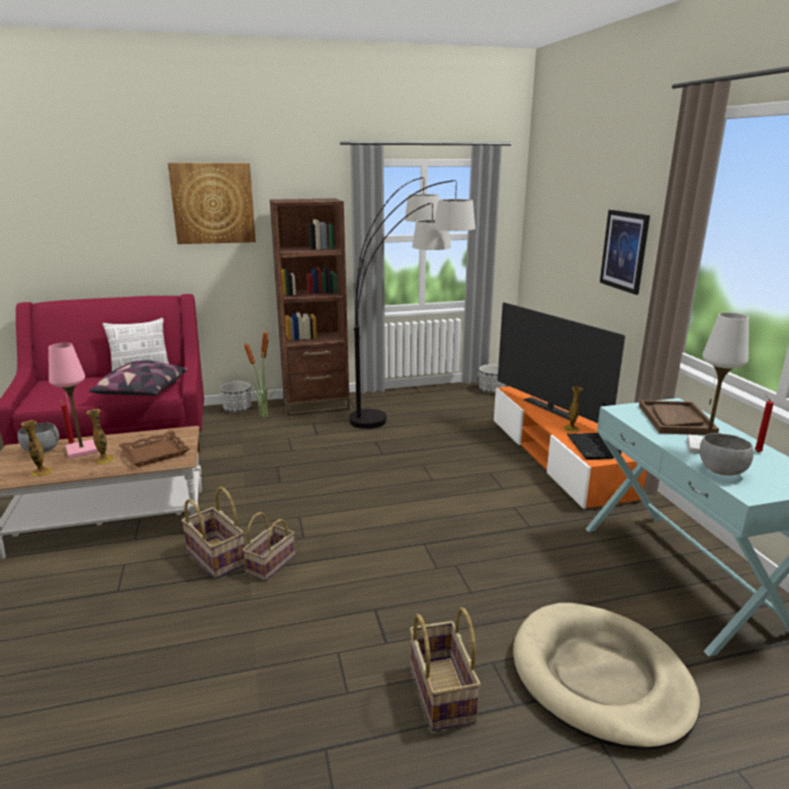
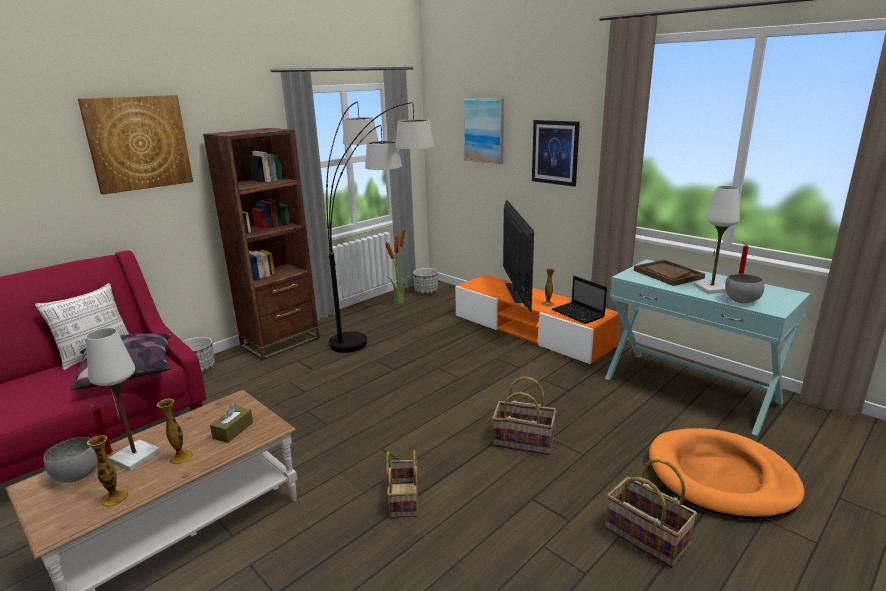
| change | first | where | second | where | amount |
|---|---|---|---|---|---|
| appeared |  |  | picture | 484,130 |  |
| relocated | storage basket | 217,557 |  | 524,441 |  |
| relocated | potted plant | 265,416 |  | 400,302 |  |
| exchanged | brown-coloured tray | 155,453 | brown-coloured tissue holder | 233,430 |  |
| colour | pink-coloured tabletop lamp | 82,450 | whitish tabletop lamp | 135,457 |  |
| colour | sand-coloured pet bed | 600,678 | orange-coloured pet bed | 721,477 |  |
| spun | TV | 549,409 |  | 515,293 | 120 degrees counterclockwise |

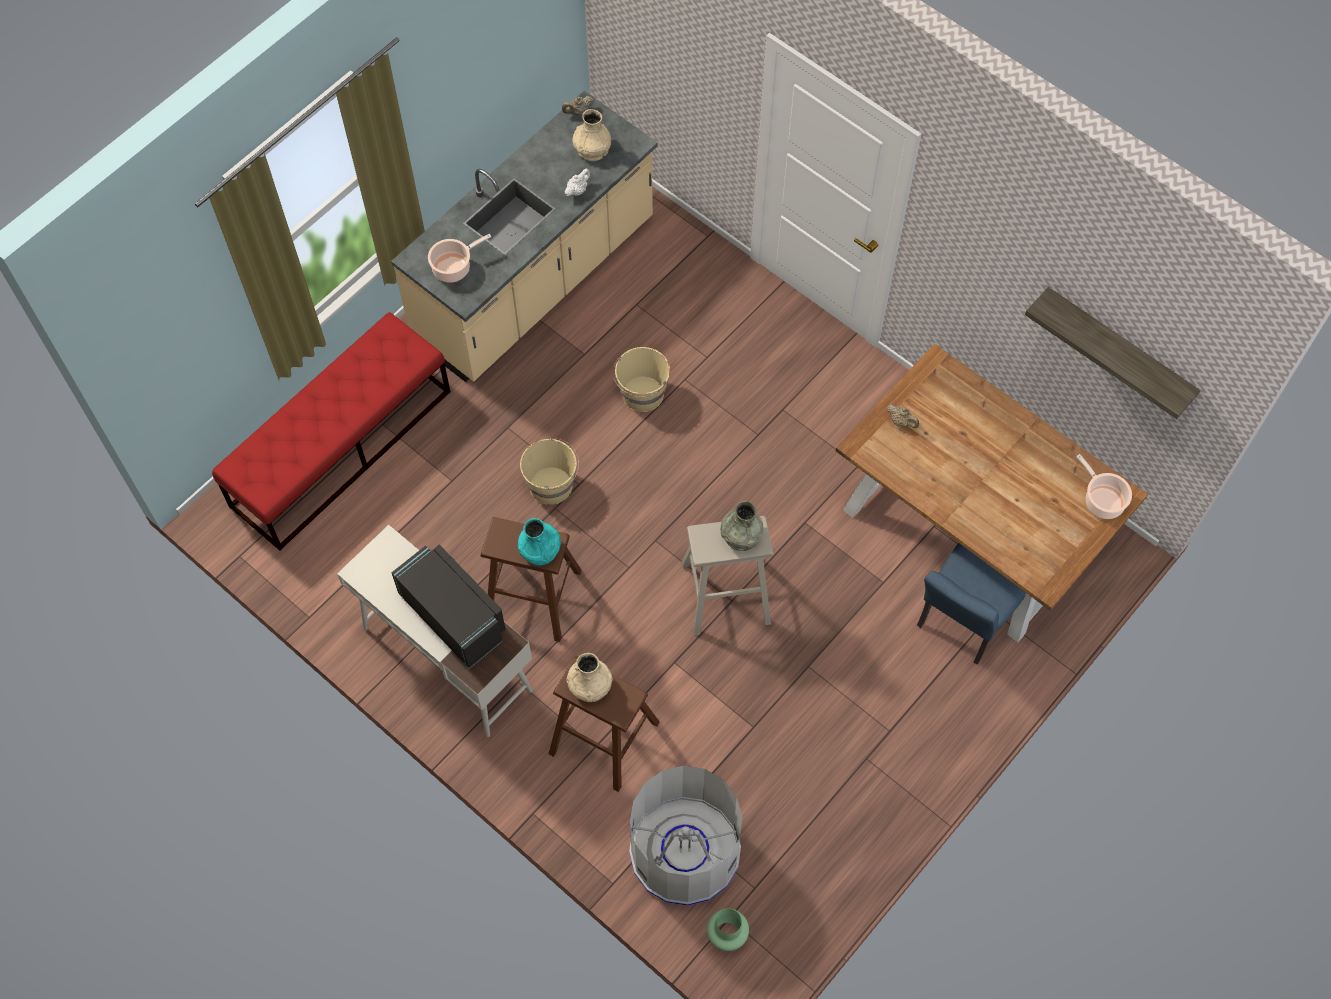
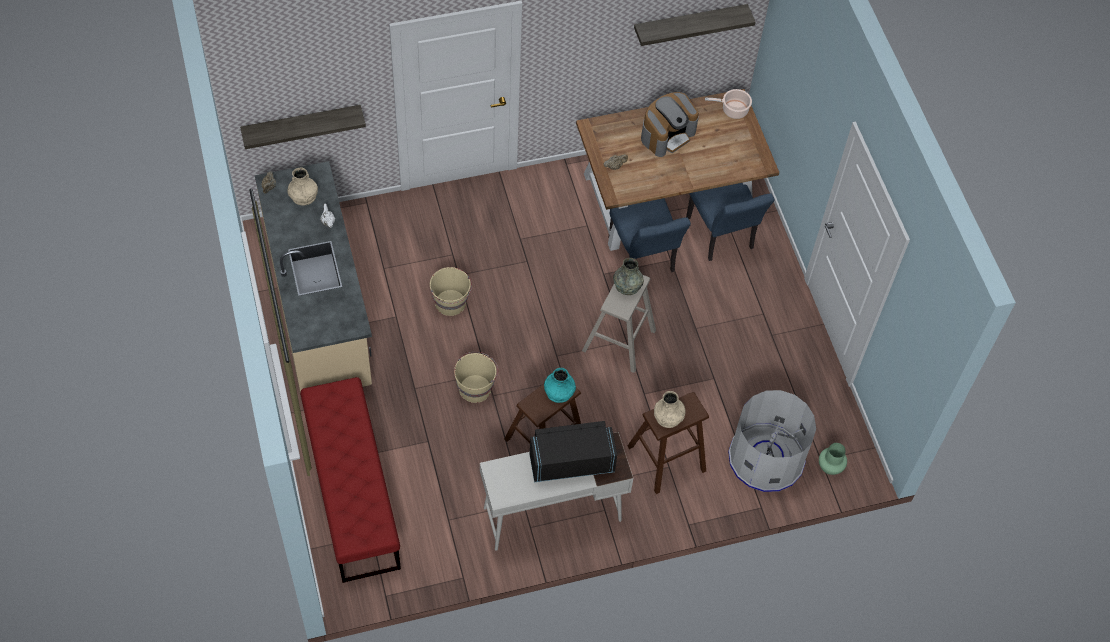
| change | first | where | second | where | amount |
|---|---|---|---|---|---|
| missing | stockpot | 454,267 |  |  |  |
| appeared |  |  | bracket shelf | 302,124 |  |
| appeared |  |  | blue upright chair | 643,259 |  |
| appeared |  |  | coffee maker | 667,134 |  |

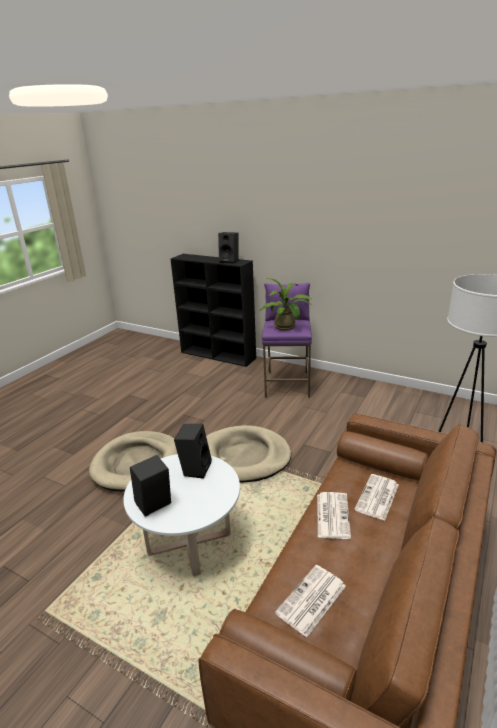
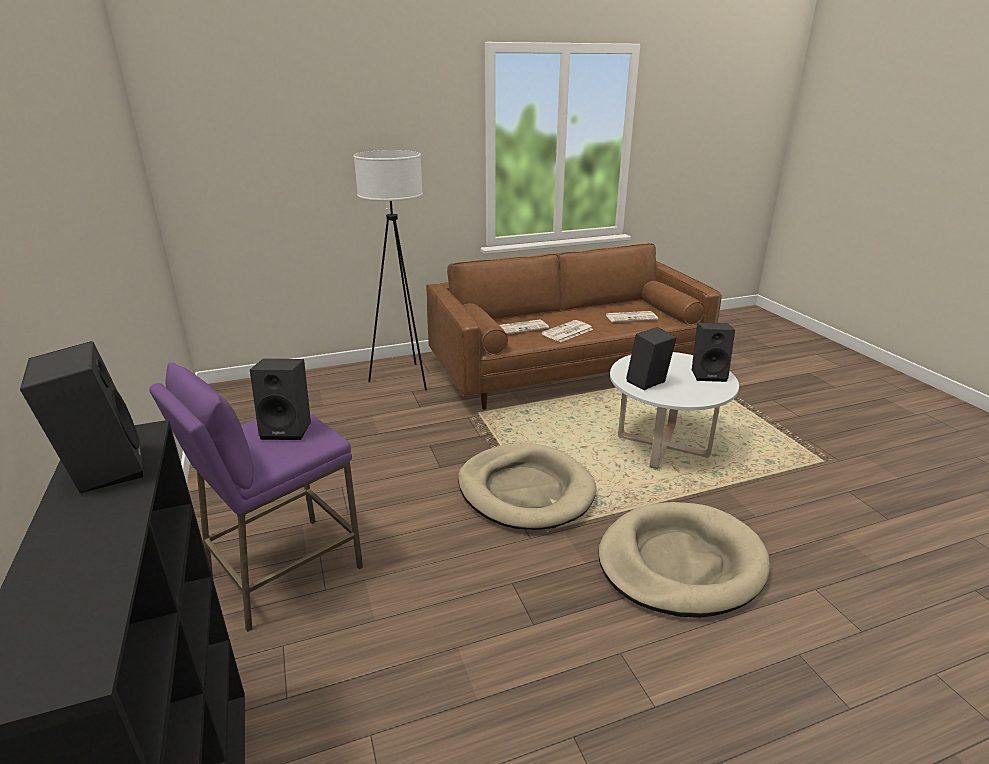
| change | first | where | second | where | amount |
|---|---|---|---|---|---|
| exchanged | potted plant | 287,327 | black loudspeaker | 289,429 |  |

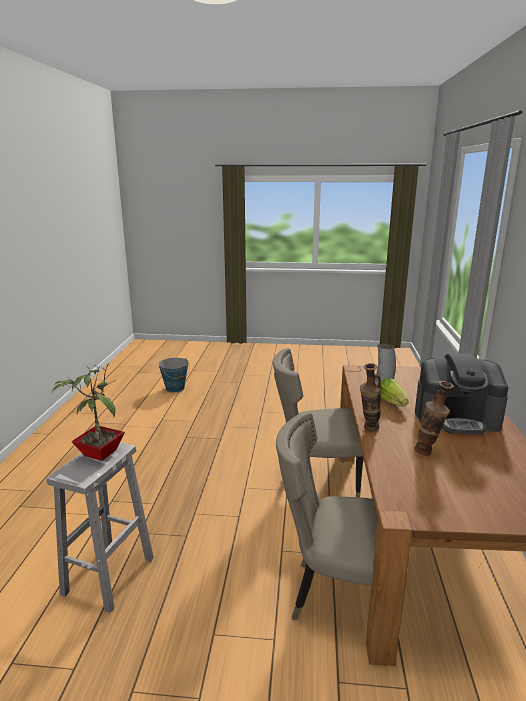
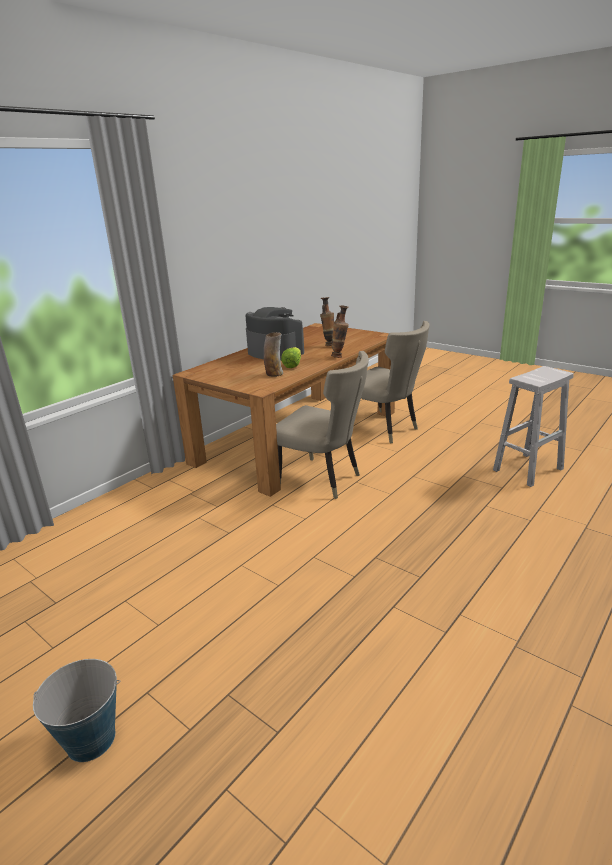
| change | first | where | second | where | amount |
|---|---|---|---|---|---|
| missing | potted plant | 99,453 |  |  |  |
| relocated | bucket | 175,388 |  | 90,739 |  |

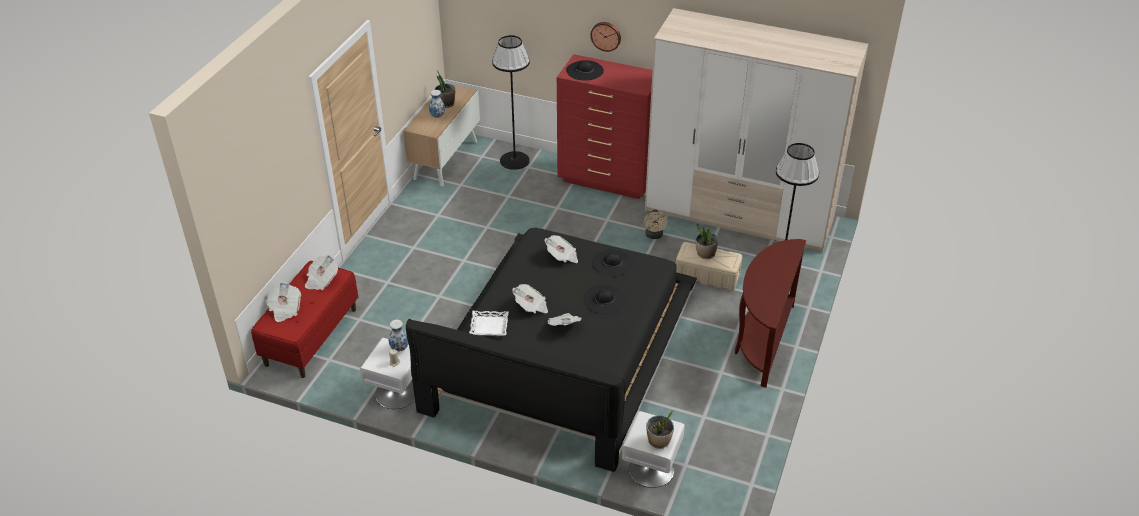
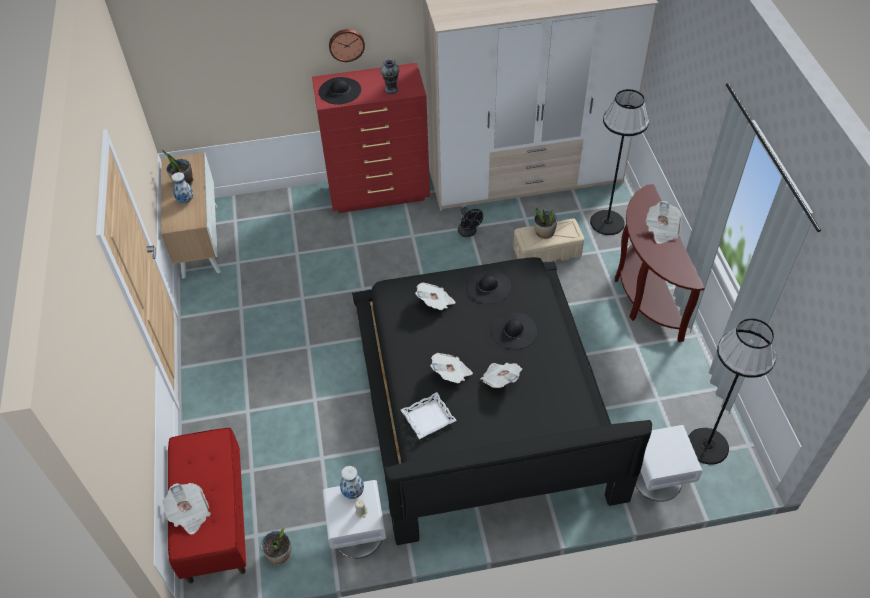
| change | first | where | second | where | amount |
|---|---|---|---|---|---|
| appeared |  |  | vase | 391,89 |  |
| relocated | daily paper | 321,280 |  | 662,230 |  |
| relocated | black floor lamp | 514,160 |  | 707,446 |  |
| relocated | potted plant | 659,441 |  | 279,554 |  |
| colour | sand-coloured fan | 654,236 | black fan | 469,233 |  |

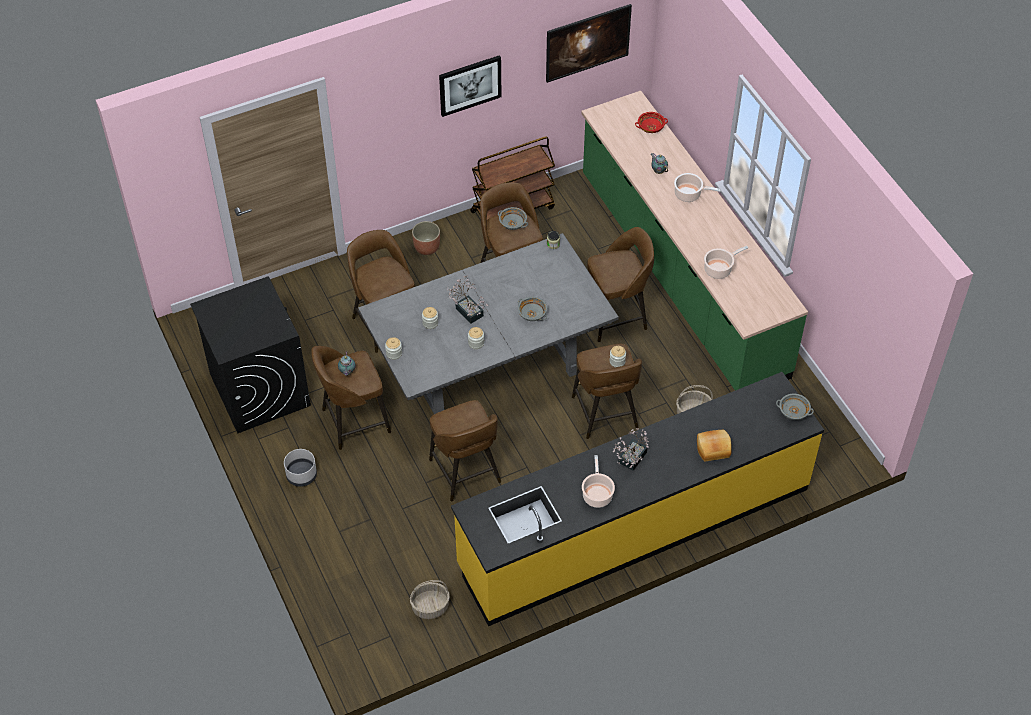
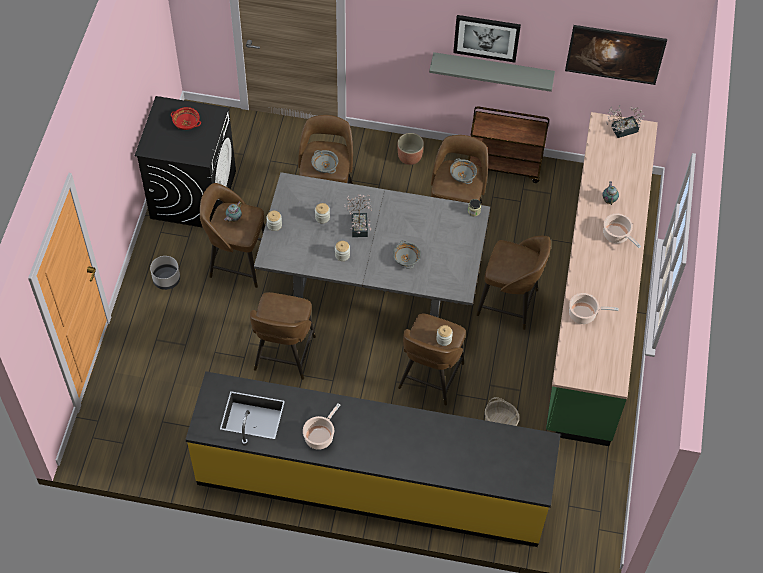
| change | first | where | second | where | amount |
|---|---|---|---|---|---|
| missing | storage basket | 430,606 |  |  |  |
| missing | bakery bread | 713,448 |  |  |  |
| appeared |  |  | gray bracket shelf | 492,70 |  |
| relocated | potted plant | 630,460 |  | 621,130 |  |
| relocated | red-coloured bowl | 651,127 |  | 186,123 |  |
| relocated | gray bowl | 793,412 |  | 324,166 |  |

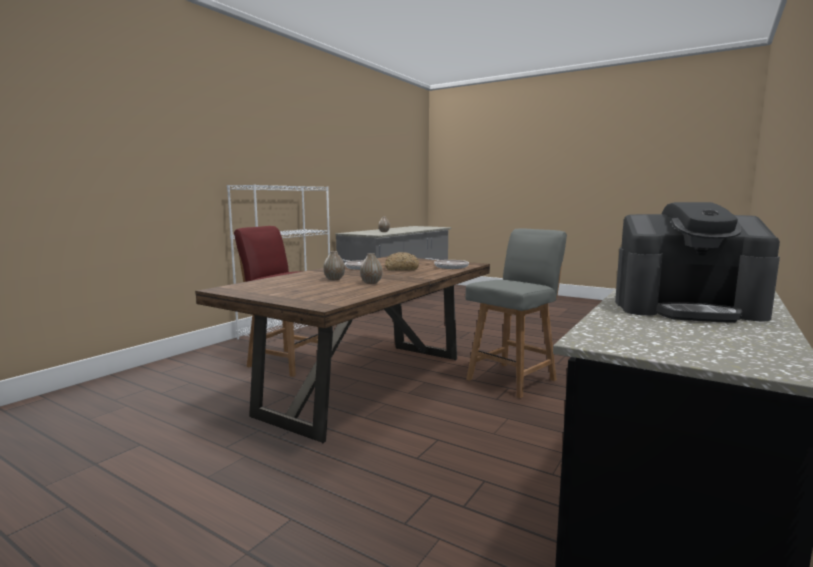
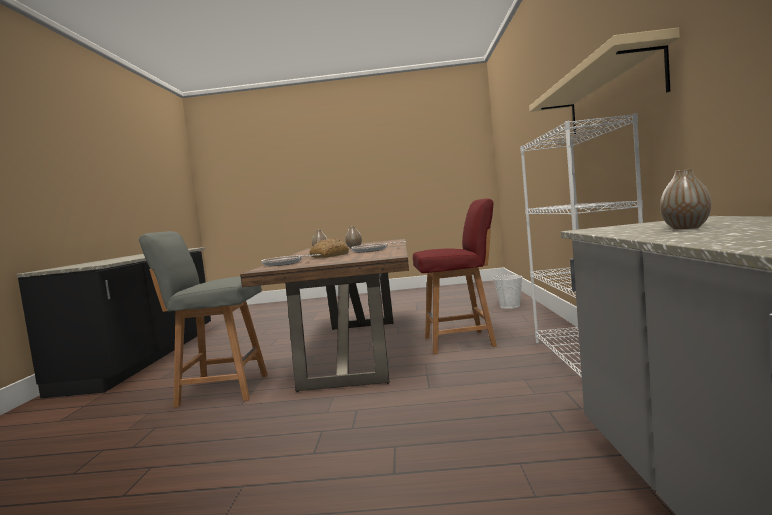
| change | first | where | second | where | amount |
|---|---|---|---|---|---|
| missing | coffee maker | 686,309 |  |  |  |
| appeared |  |  | whitish bucket | 510,306 |  |
| appeared |  |  | sand-coloured bracket shelf | 611,95 |  |
| spun | gray upright chair | 513,379 |  | 221,390 | 75 degrees clockwise |

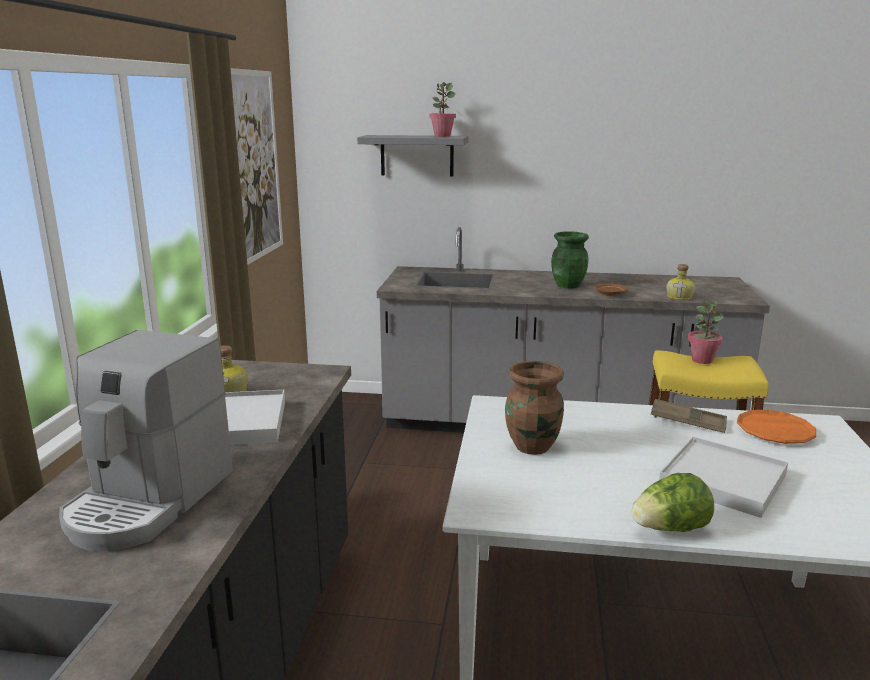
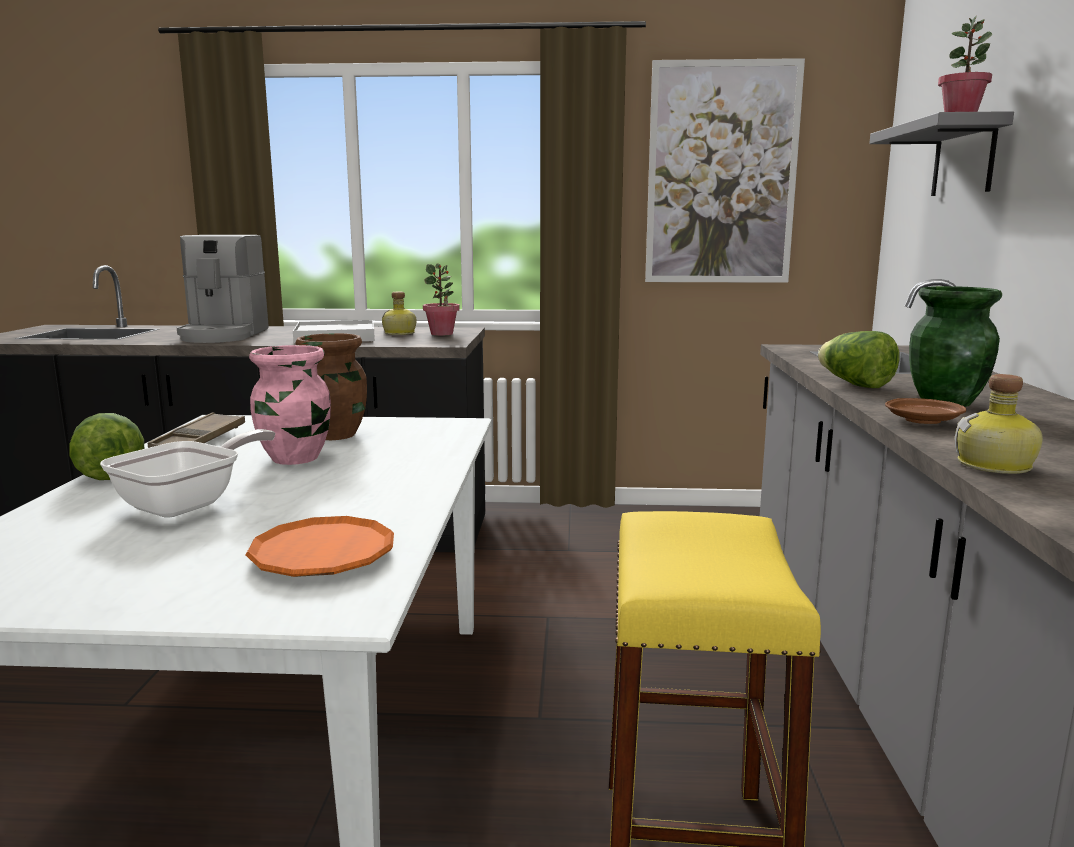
| change | first | where | second | where | amount |
|---|---|---|---|---|---|
| appeared |  |  | pink-coloured vase | 296,458 |  |
| appeared |  |  | lettuce head | 855,384 |  |
| relocated | brown-coloured tray | 687,421 |  | 199,440 |  |
| relocated | potted plant | 702,360 |  | 442,334 |  |
| exchanged | whitish tray | 722,480 | skillet | 189,503 |  |
| spun | coffee maker | 149,501 |  | 224,335 | 105 degrees counterclockwise |

